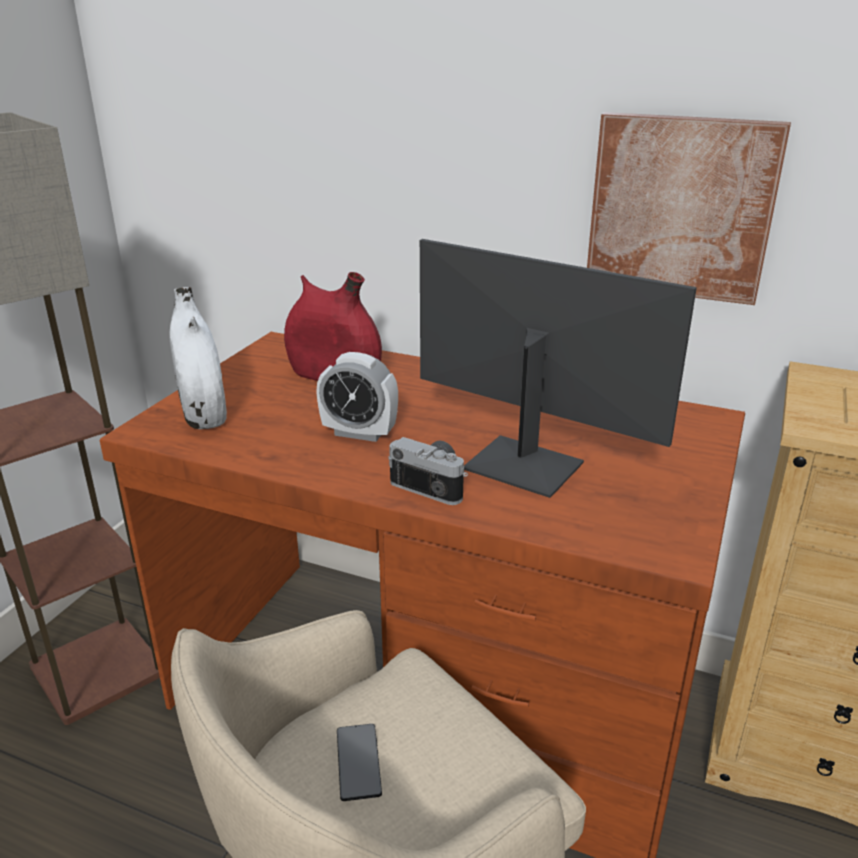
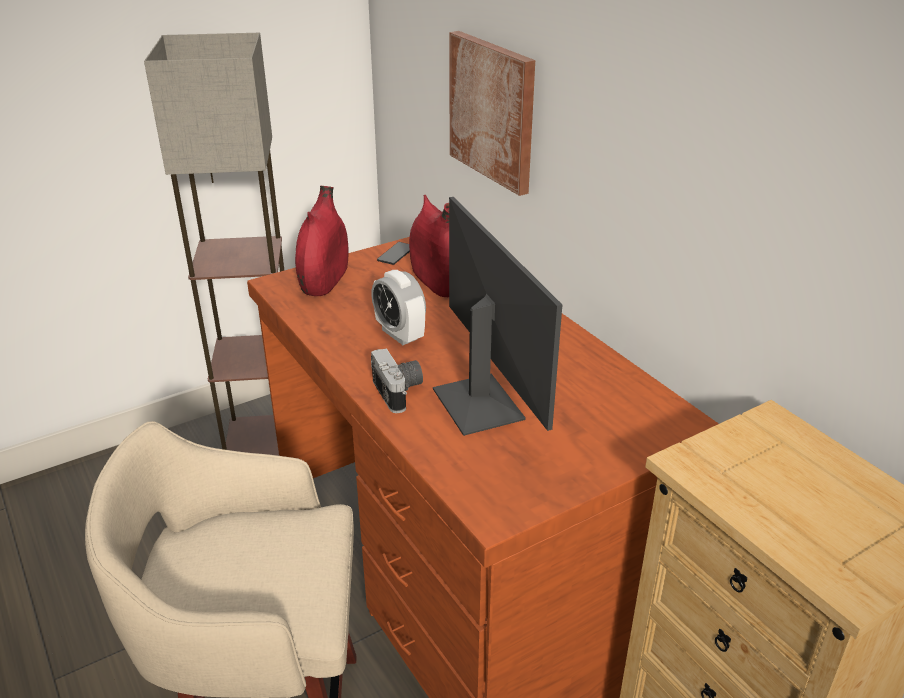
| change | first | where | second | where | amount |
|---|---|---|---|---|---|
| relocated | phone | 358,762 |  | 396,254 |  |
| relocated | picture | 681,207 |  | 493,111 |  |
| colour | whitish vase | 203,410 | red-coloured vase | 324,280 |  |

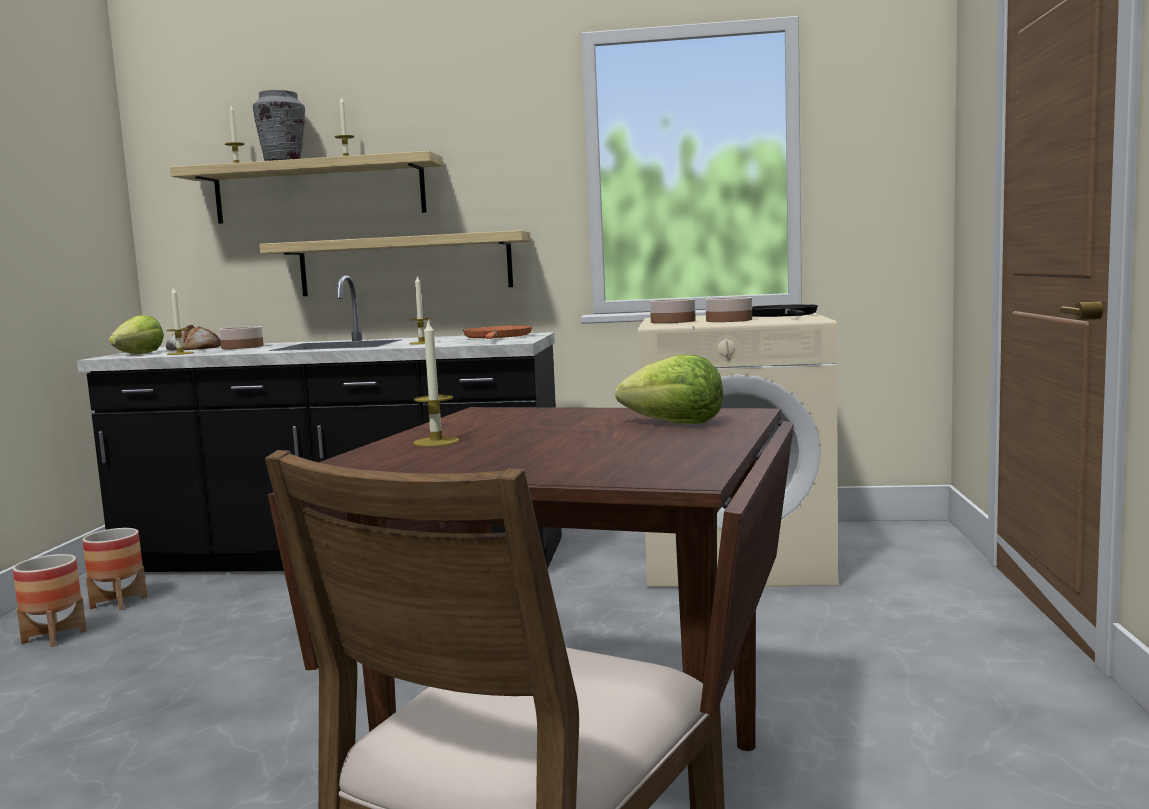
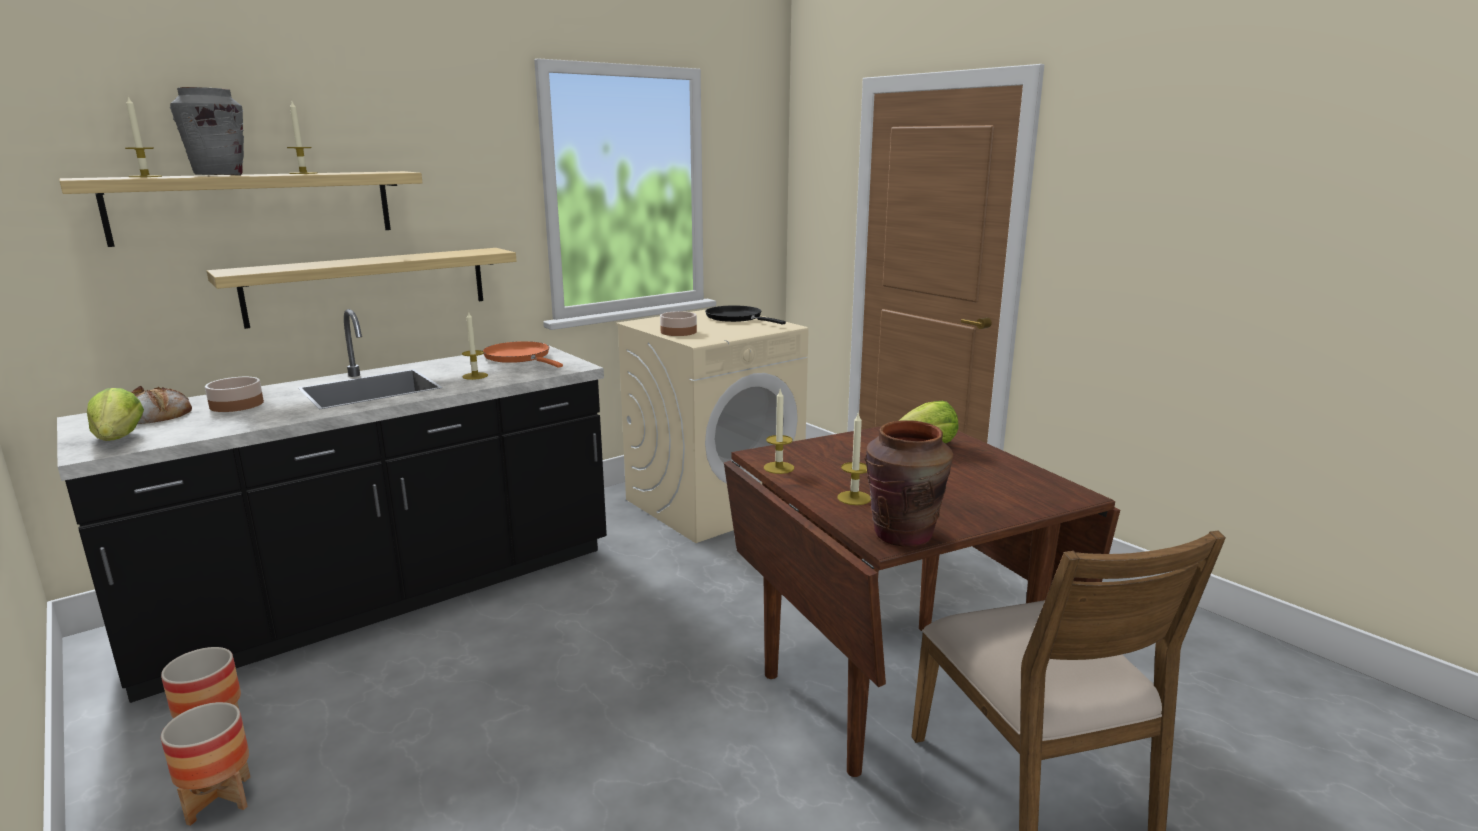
| change | first | where | second | where | amount |
|---|---|---|---|---|---|
| missing | bowl | 728,320 |  |  |  |
| appeared |  |  | brown-coloured vase | 903,535 |  |
| relocated | wax light | 180,353 |  | 778,468 |  |

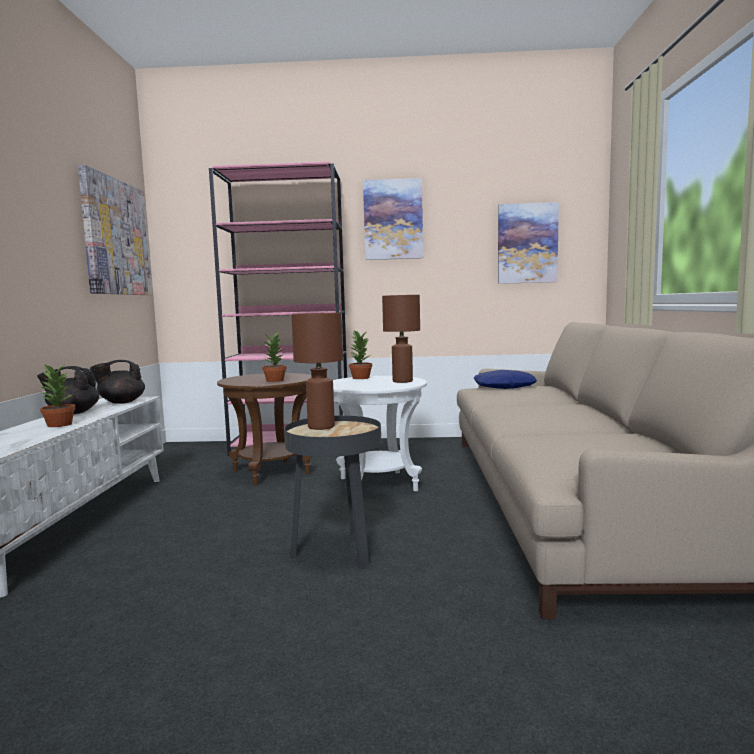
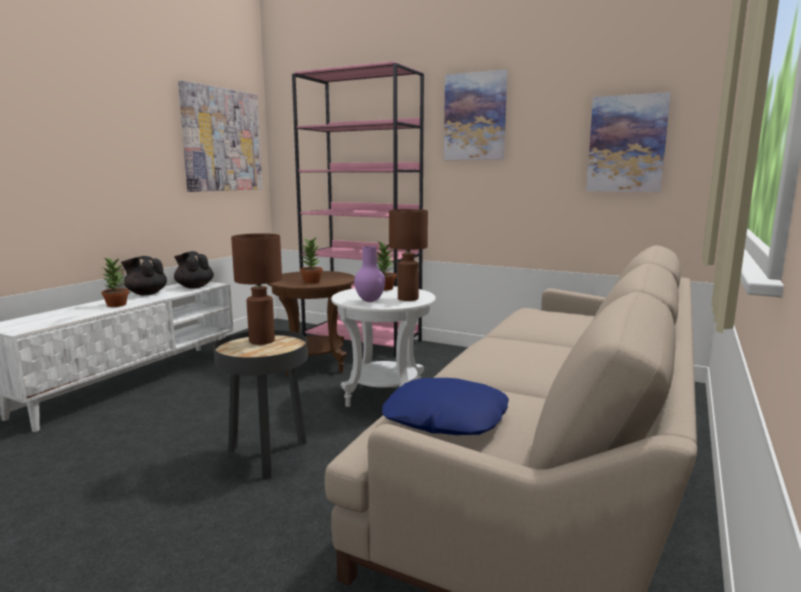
| change | first | where | second | where | amount |
|---|---|---|---|---|---|
| appeared |  |  | purple-coloured vase | 370,301 |  |
| relocated | blue pillow | 504,387 |  | 445,419 |  |
| spun | black teapot | 121,402 |  | 194,287 | 45 degrees clockwise |

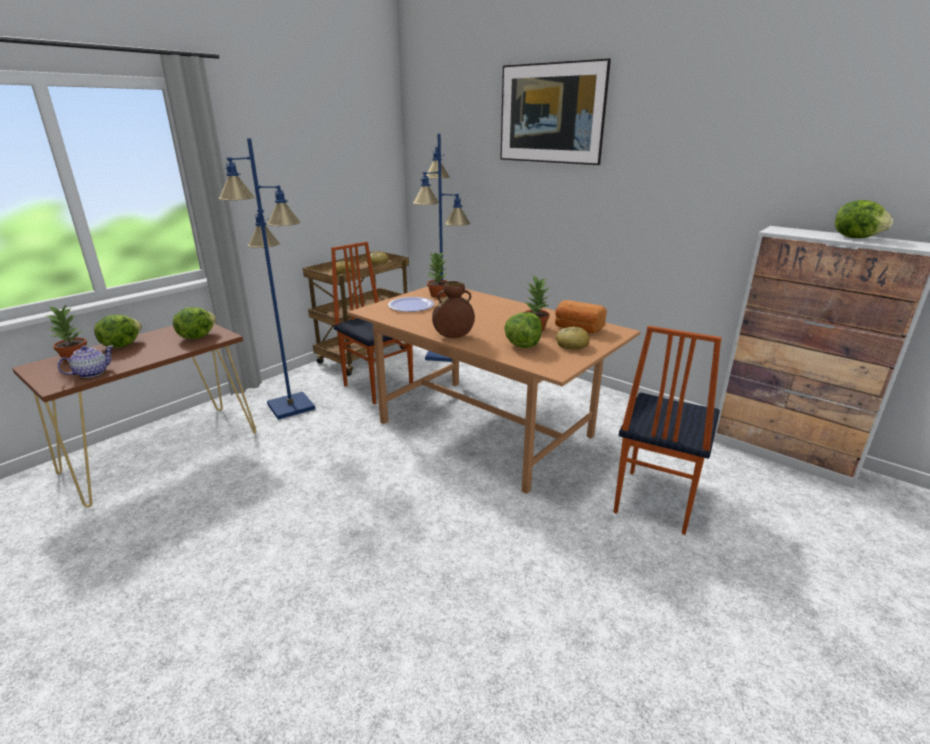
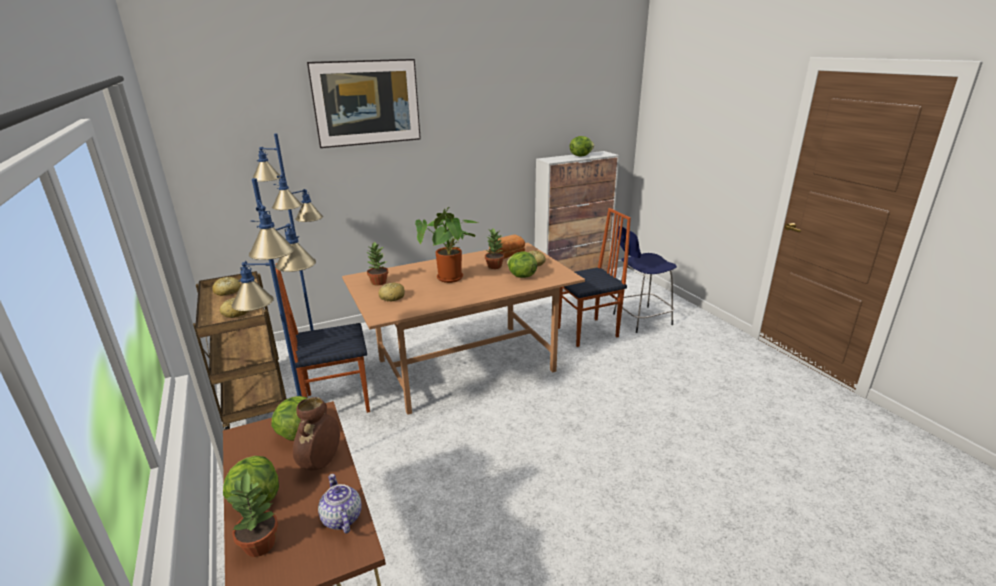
| change | first | where | second | where | amount |
|---|---|---|---|---|---|
| appeared |  |  | potted plant | 451,279 |  |
| appeared |  |  | blue stool | 640,319 |  |
| relocated | brown-coloured vase | 453,337 |  | 321,462 |  |
| exchanged | flat dish | 411,306 | bakery bread | 392,297 |  |
| spun | upright chair | 653,501 |  | 588,332 | 75 degrees counterclockwise |

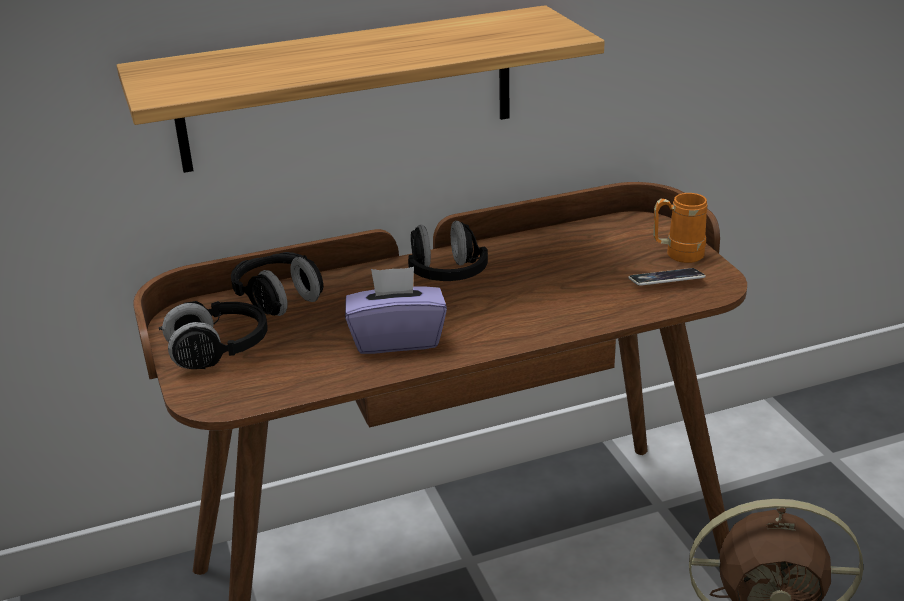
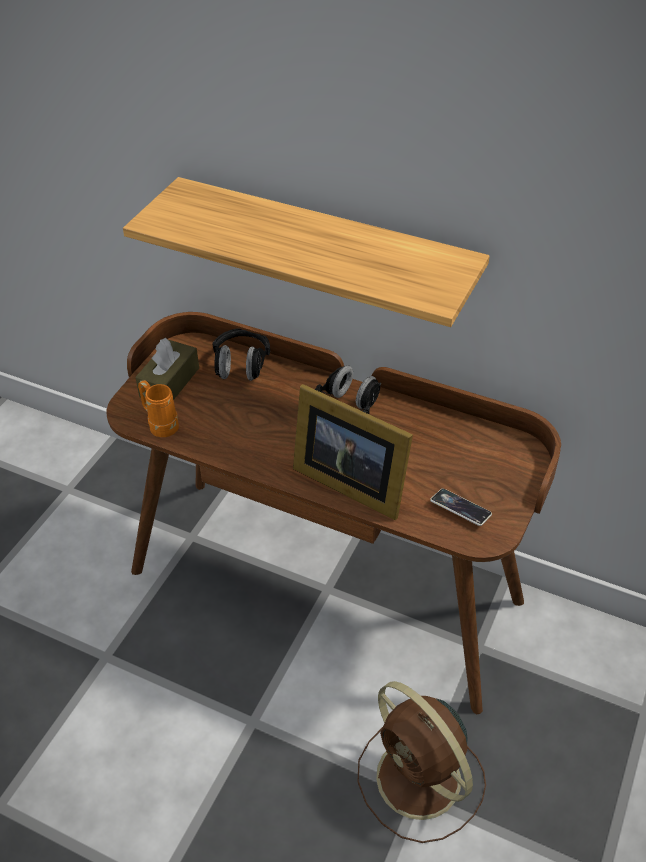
| change | first | where | second | where | amount |
|---|---|---|---|---|---|
| missing | purple-coloured tissue holder | 397,339 |  |  |  |
| appeared |  |  | photo frame | 349,481 |  |
| relocated | orange-coloured mug | 677,255 |  | 160,424 |  |
| exchanged | black headphones | 218,351 | brown-coloured tissue holder | 169,382 |  |

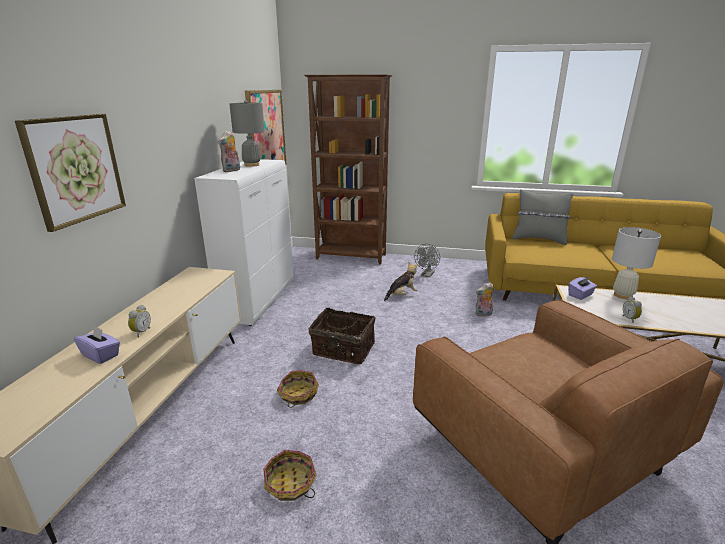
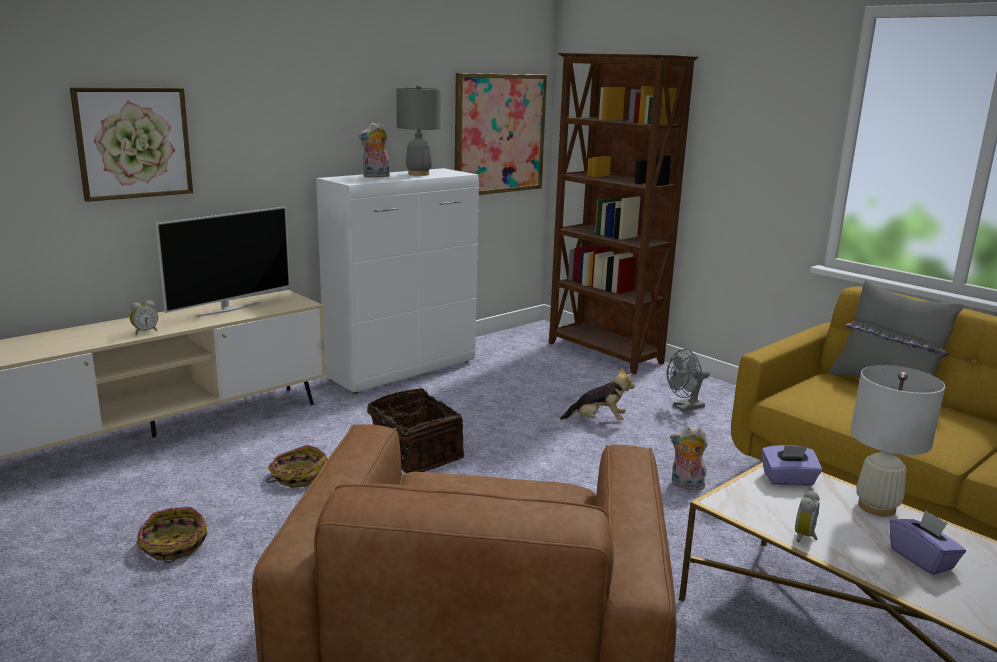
| change | first | where | second | where | amount |
|---|---|---|---|---|---|
| appeared |  |  | TV | 228,309 |  |
| relocated | purple-coloured tissue holder | 101,355 |  | 922,559 |  |

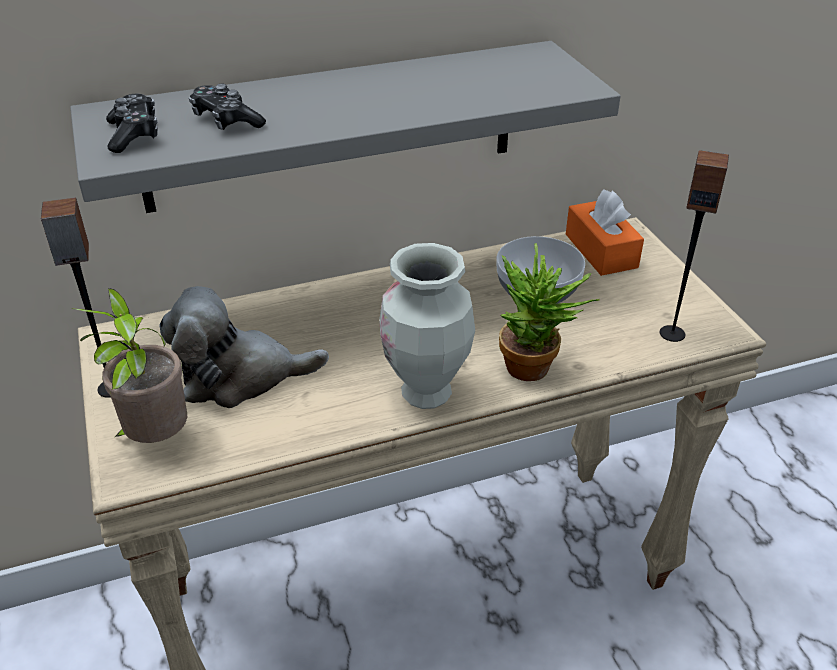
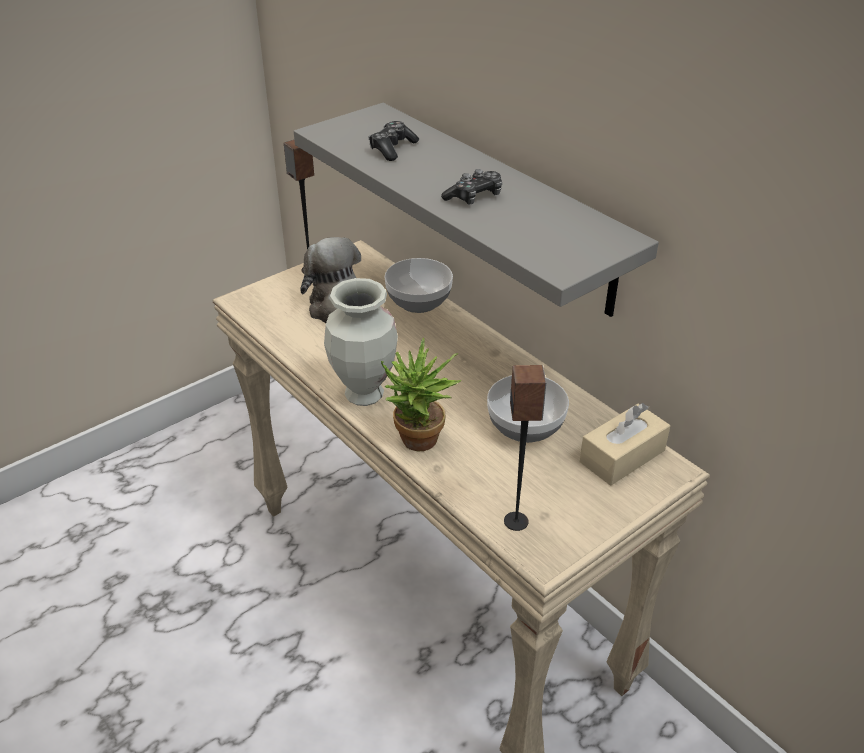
| change | first | where | second | where | amount |
|---|---|---|---|---|---|
| missing | potted plant | 155,439 |  |  |  |
| appeared |  |  | bowl | 417,301 |  |
| relocated | gamepad | 134,134 |  | 474,197 |  |
| colour | orange-coloured tissue holder | 601,251 | sand-coloured tissue holder | 622,456 |  |

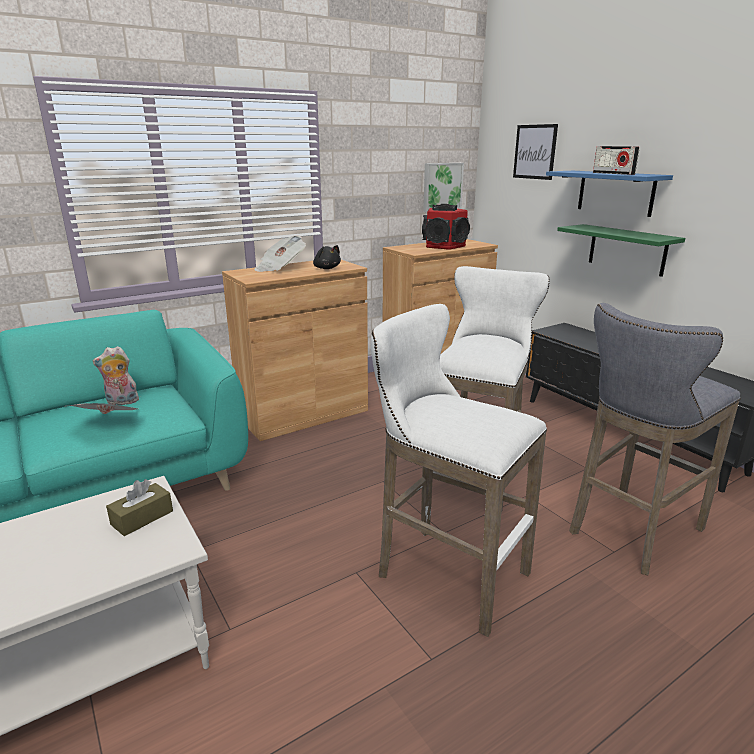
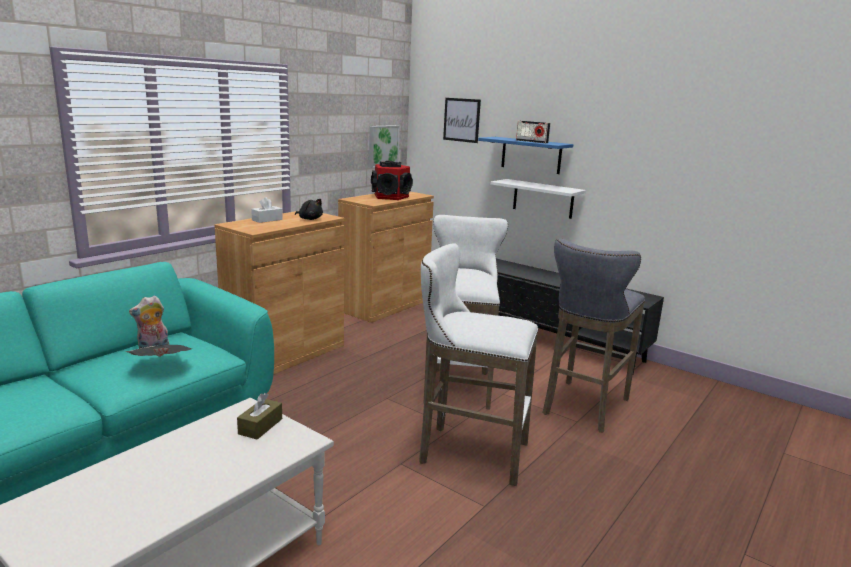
| change | first | where | second | where | amount |
|---|---|---|---|---|---|
| exchanged | daily paper | 280,268 | whitish tissue holder | 267,220 |  |
| colour | green bracket shelf | 627,249 | whitish bracket shelf | 543,199 |  |

